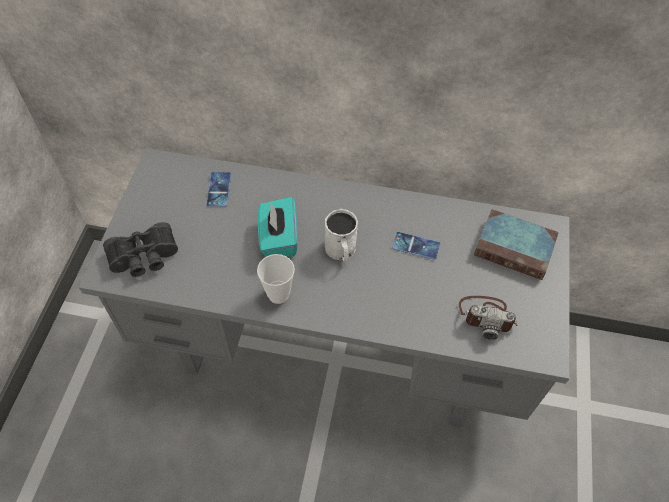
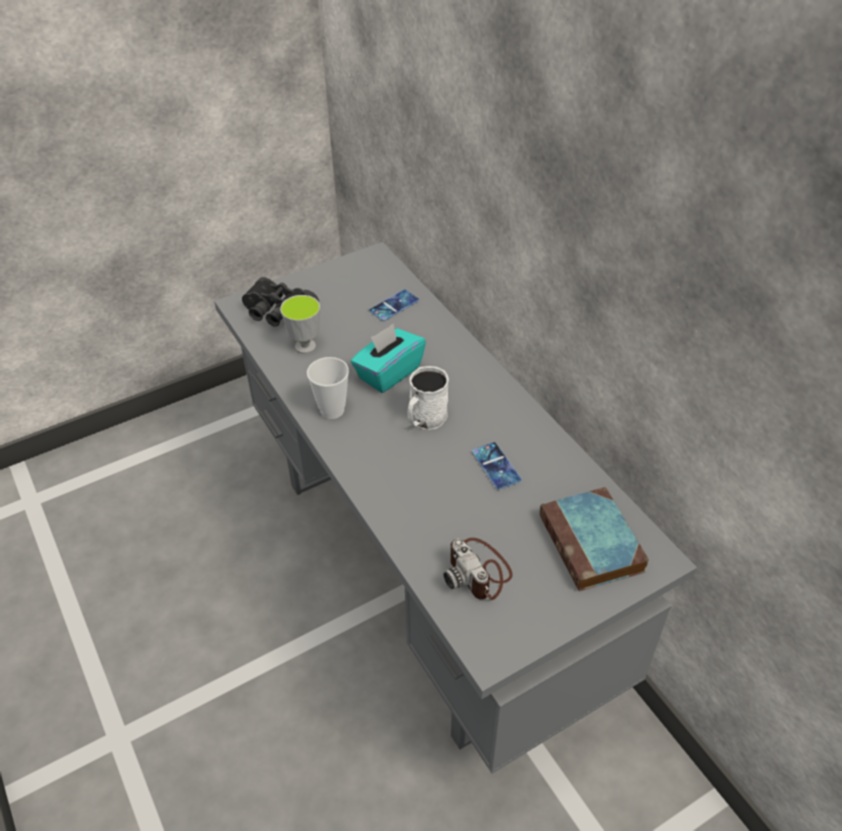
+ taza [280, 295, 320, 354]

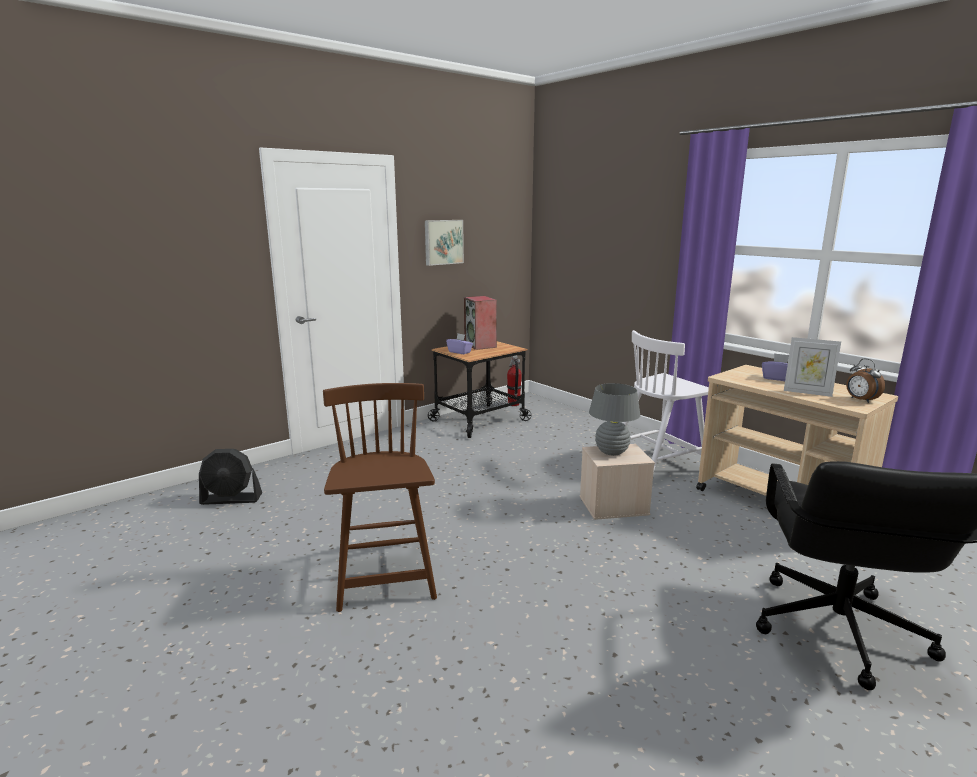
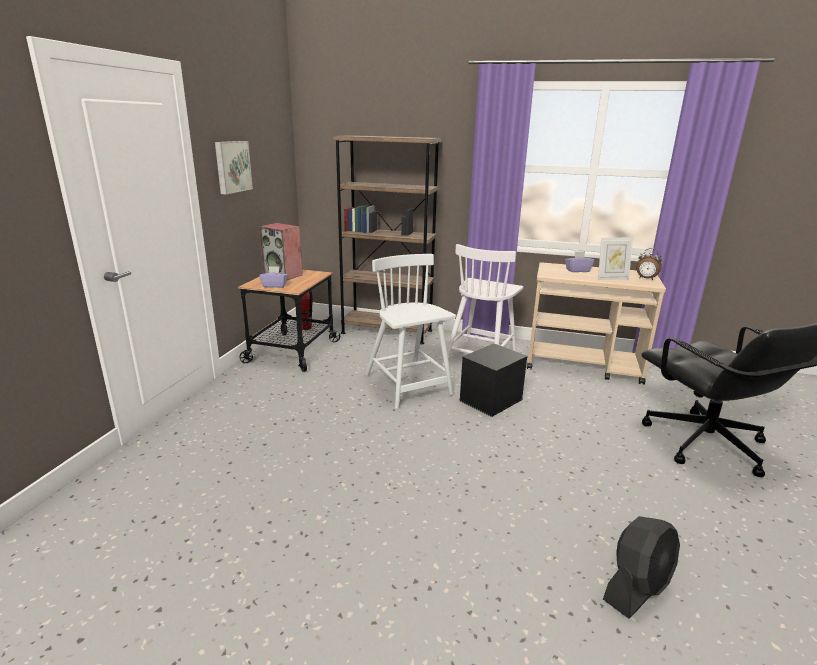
- silla (marrón) [323, 383, 437, 612]
- lámpara de mesa (gris) [589, 383, 640, 456]
~ caja de almacenaje (beis) [580, 444, 655, 520] to caja de almacenaje (negro) [459, 343, 528, 417]
~ ventilador (negro) [199, 449, 262, 505] to [603, 516, 680, 619]
+ estantería (marrón) [333, 135, 441, 344]
+ silla (blanco) [365, 254, 456, 409]

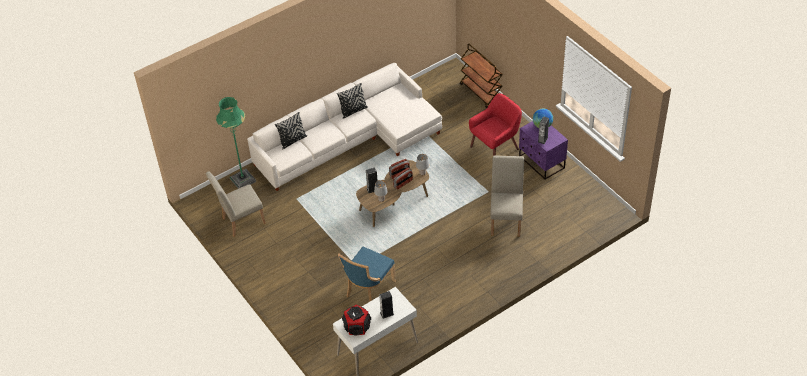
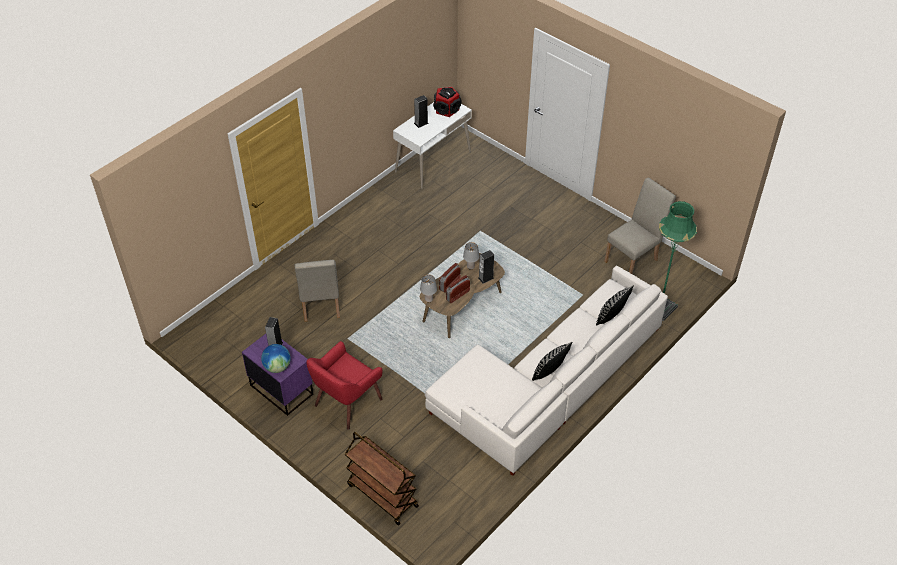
- silla (azul) [338, 247, 396, 302]

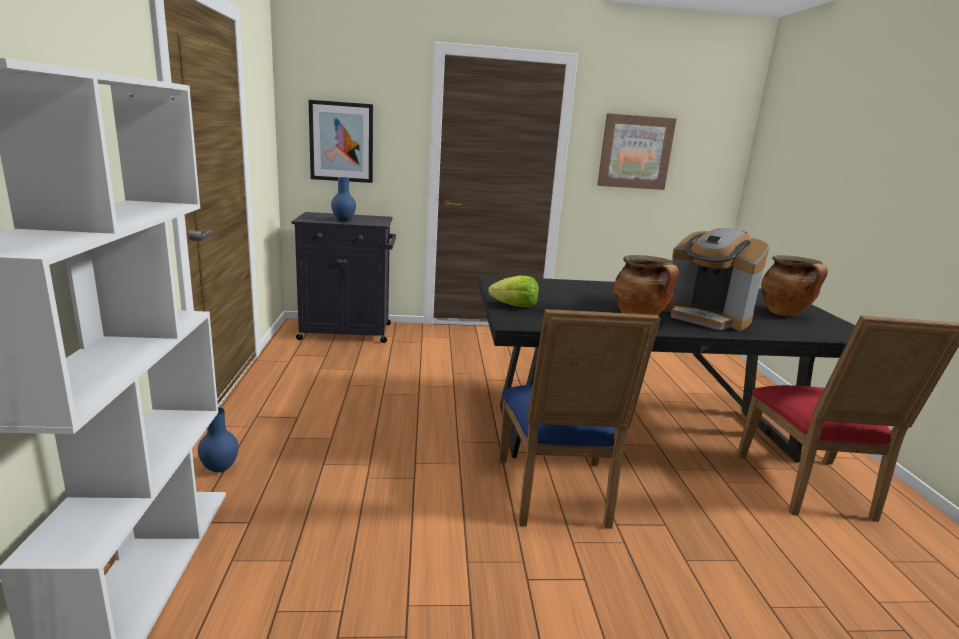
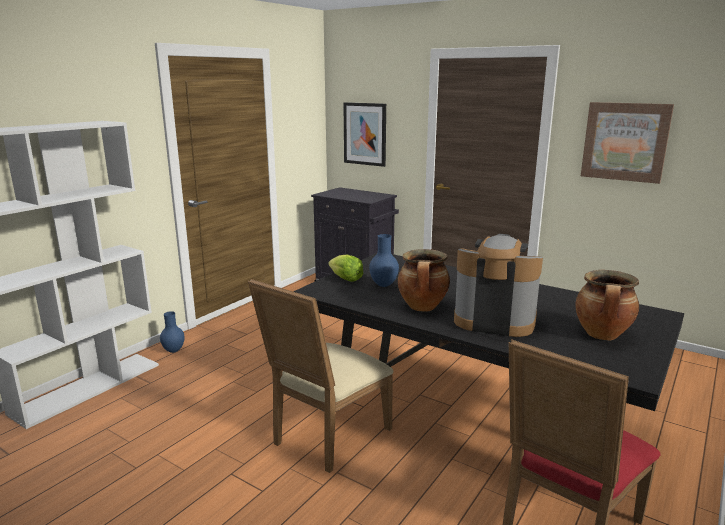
~ florero (azul) [331, 177, 356, 222] to [369, 234, 399, 287]
~ cafetera [663, 228, 769, 331] = [454, 234, 543, 337] 120 degrees clockwise
~ silla (azul) [499, 309, 660, 529] to silla (beis) [248, 279, 393, 473]

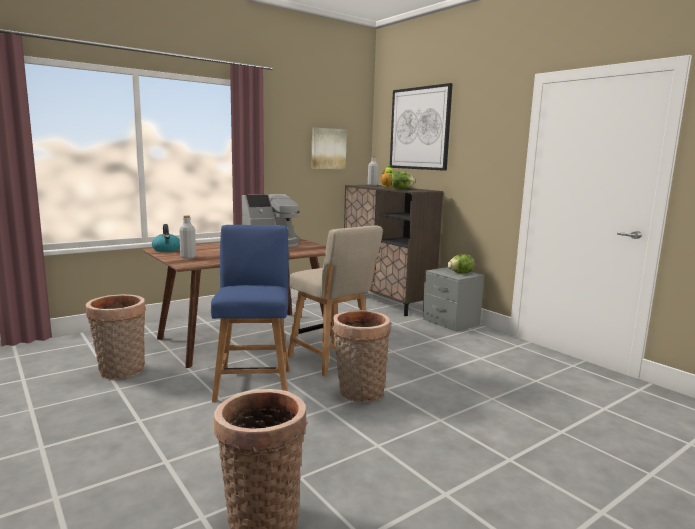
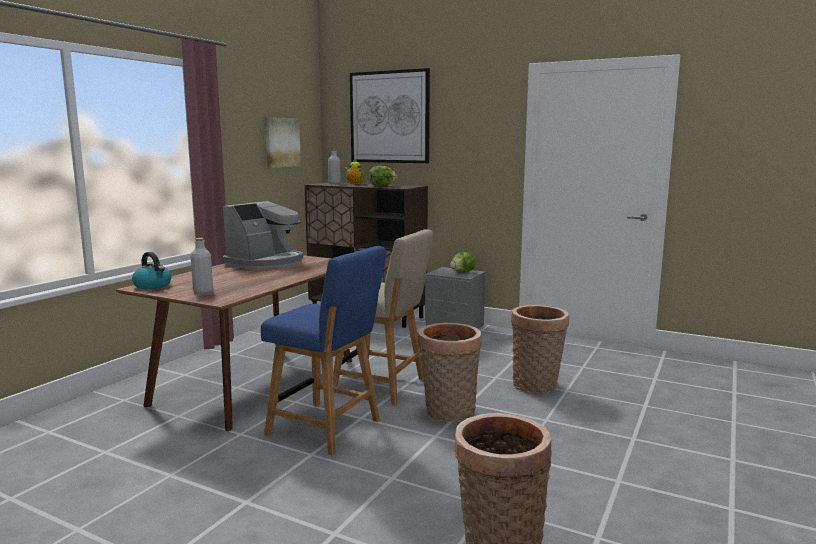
~ silla (azul) [211, 225, 289, 402] = [261, 246, 386, 455] 150 degrees clockwise
~ cesta [86, 294, 146, 379] to [511, 305, 569, 393]

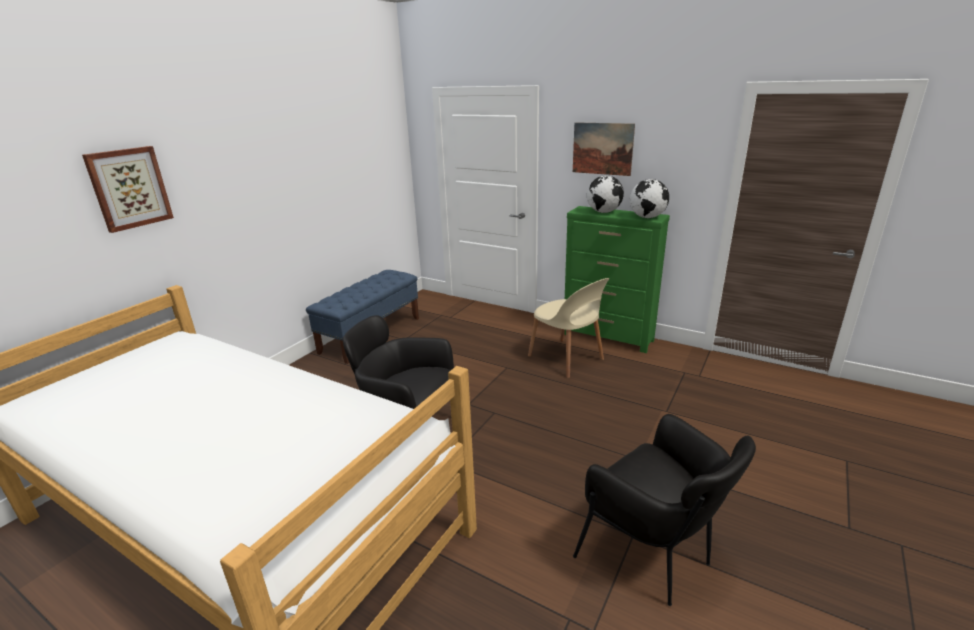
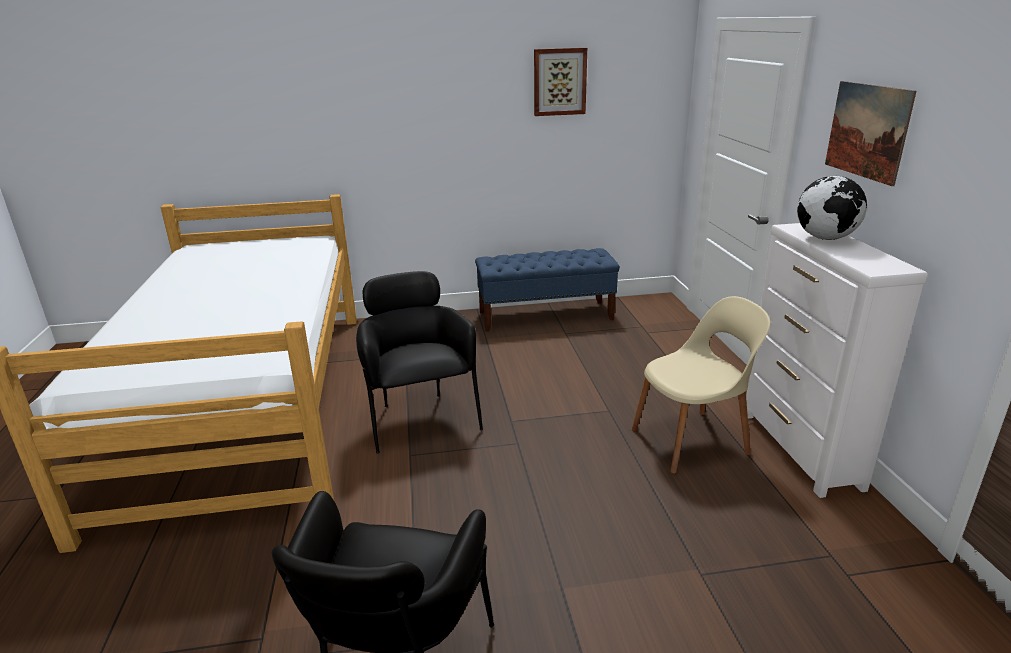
~ cuadro [82, 146, 174, 233] to [534, 48, 587, 116]
- globo terráqueo [630, 179, 669, 218]
~ cómoda (verde) [564, 206, 670, 353] to cómoda (blanco) [746, 223, 927, 498]
~ silla (beis) [528, 278, 609, 378] = [632, 296, 770, 474] 120 degrees counterclockwise

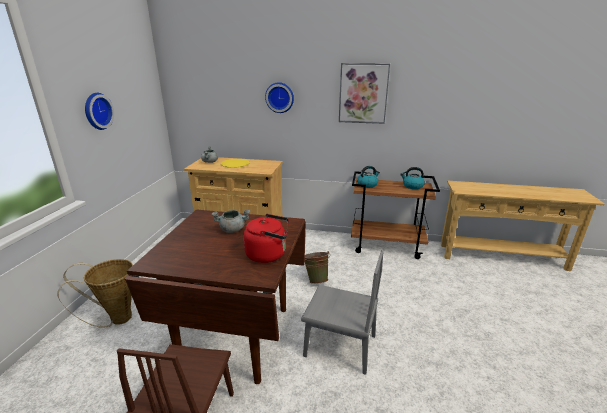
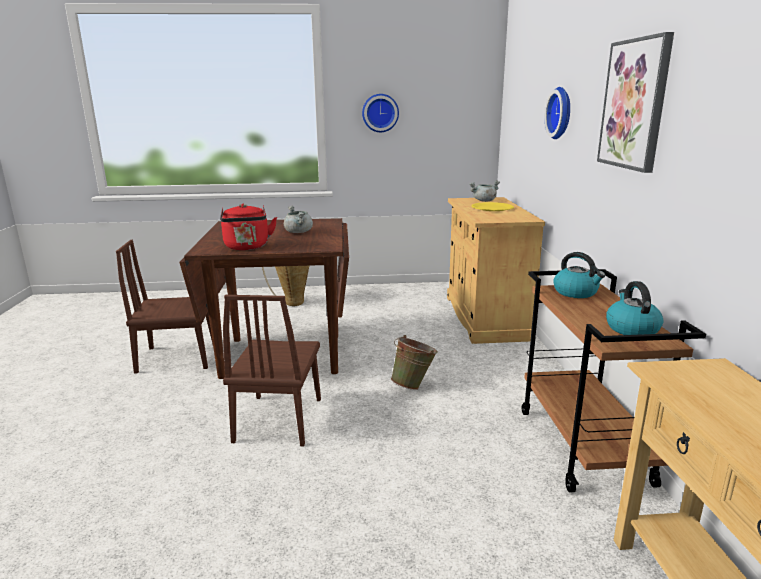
~ silla (gris) [301, 250, 384, 375] to silla (marrón) [223, 295, 321, 446]

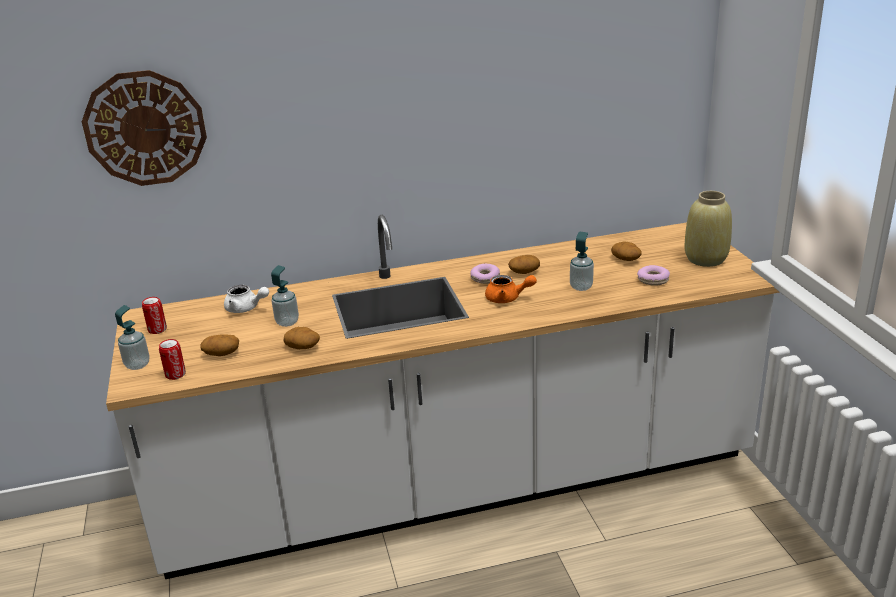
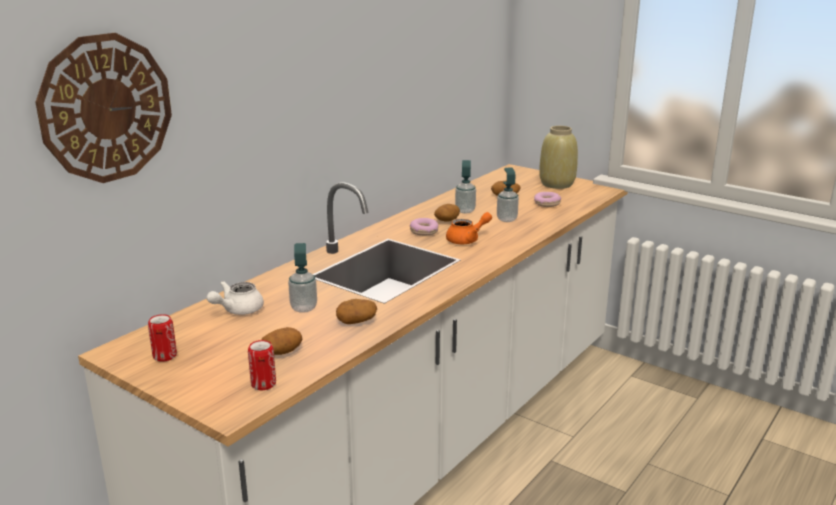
~ tetera (blanco) [224, 285, 269, 313] = [207, 281, 264, 315] 150 degrees clockwise
~ dispensador de jabón [115, 305, 149, 370] to [455, 160, 476, 213]

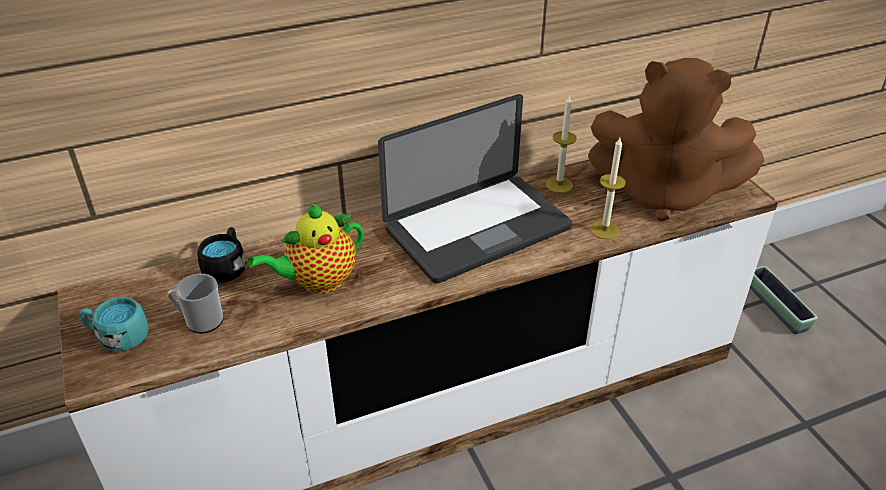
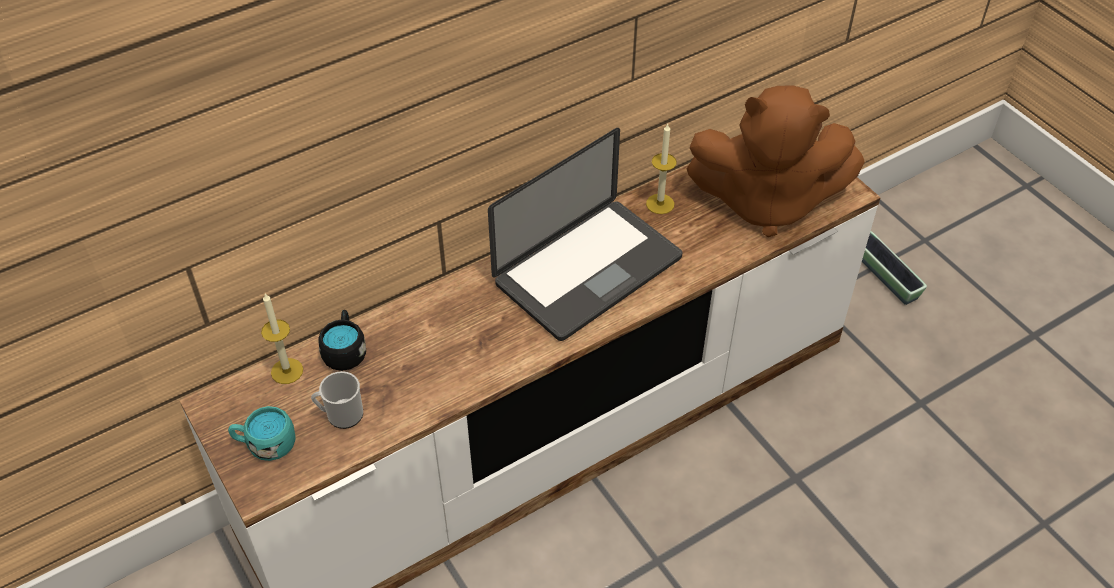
~ vela [590, 138, 626, 239] to [261, 294, 303, 384]
- tetera [248, 203, 364, 294]

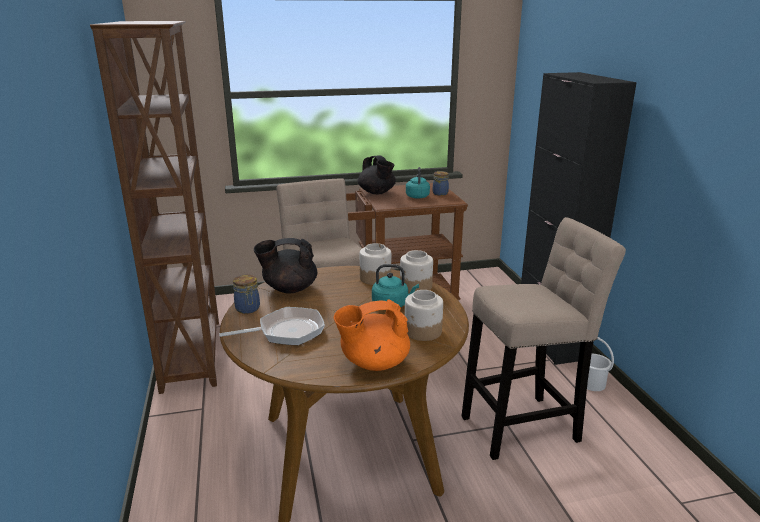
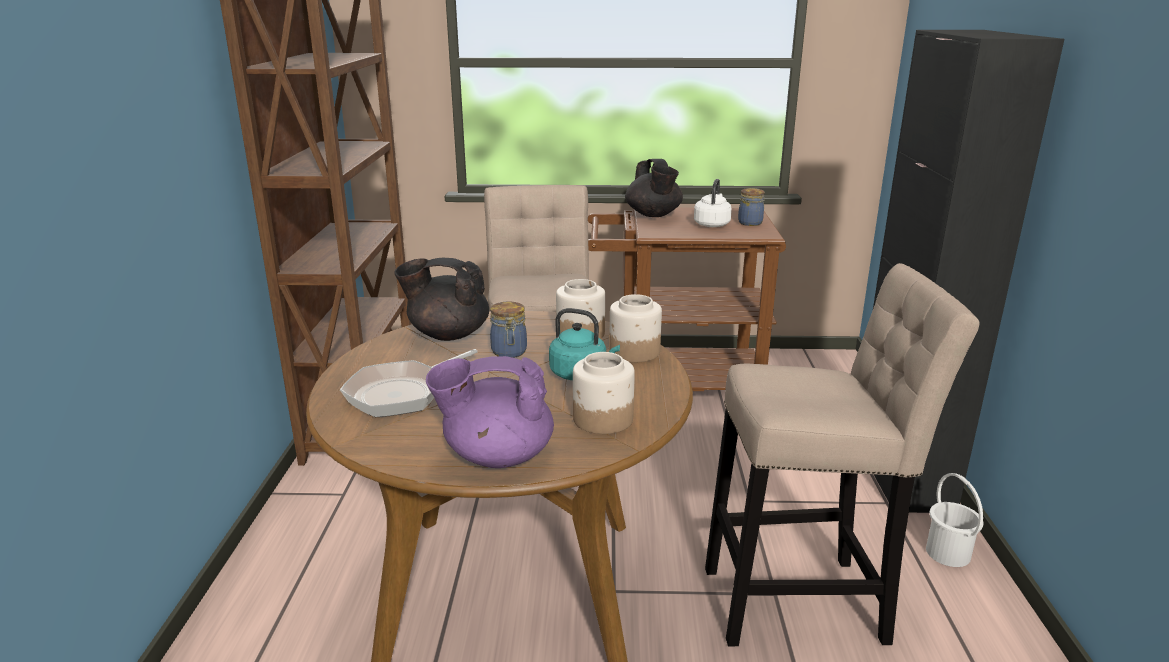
~ hervidor (turquesa) [406, 167, 430, 199] to hervidor (blanco) [694, 179, 732, 227]
~ tarro [233, 275, 260, 314] to [490, 301, 527, 358]
~ tetera (naranja) [334, 299, 410, 371] to tetera (morado) [426, 356, 554, 468]
~ sartén [219, 307, 325, 345] = [340, 349, 478, 417] 135 degrees clockwise

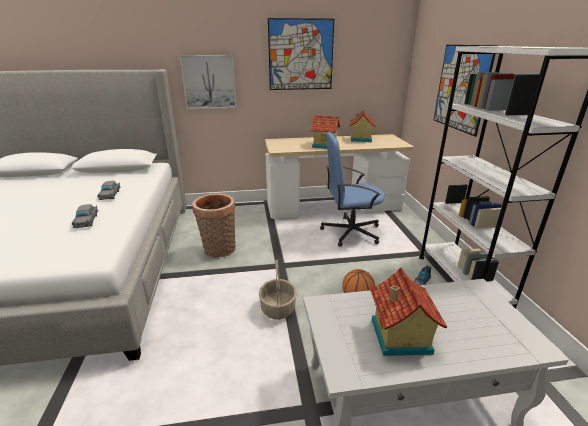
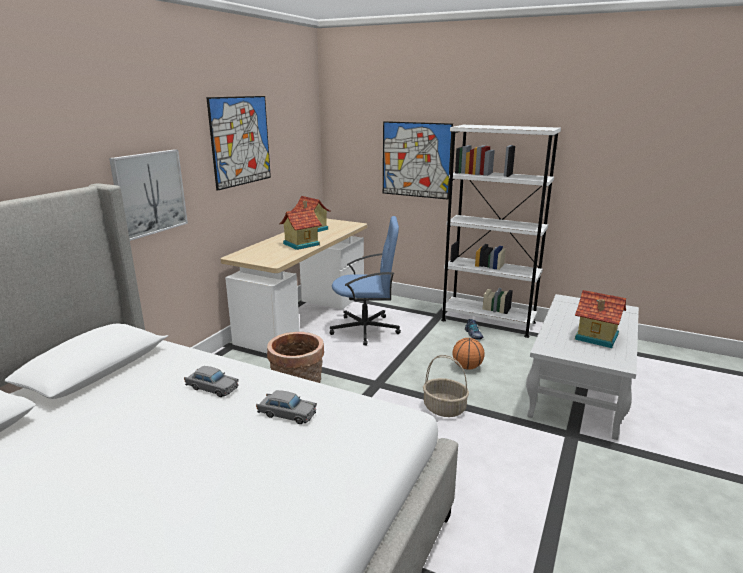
~ silla de oficina (azul) [320, 132, 385, 247] = [330, 216, 401, 346] 120 degrees counterclockwise

